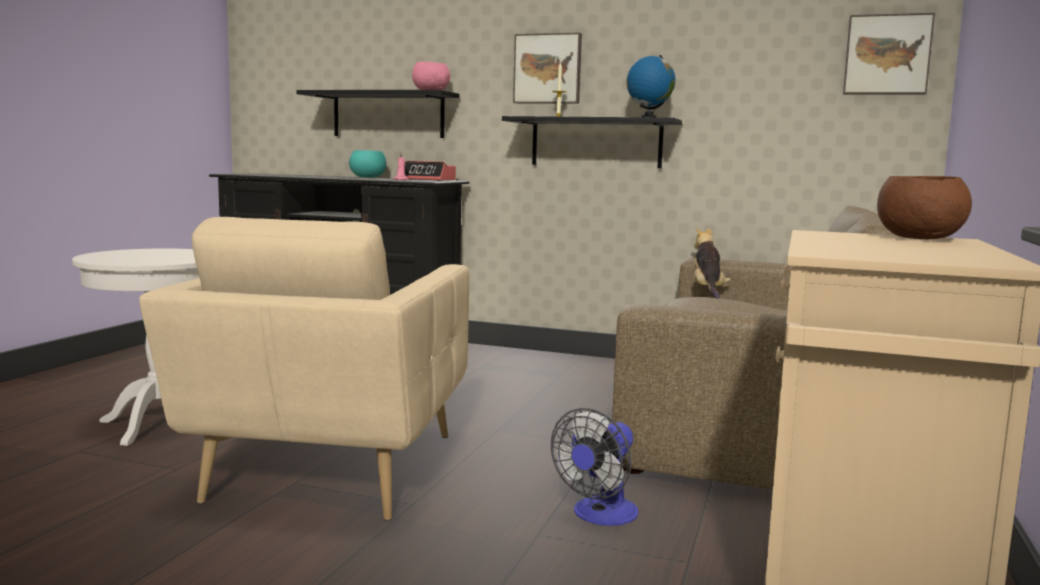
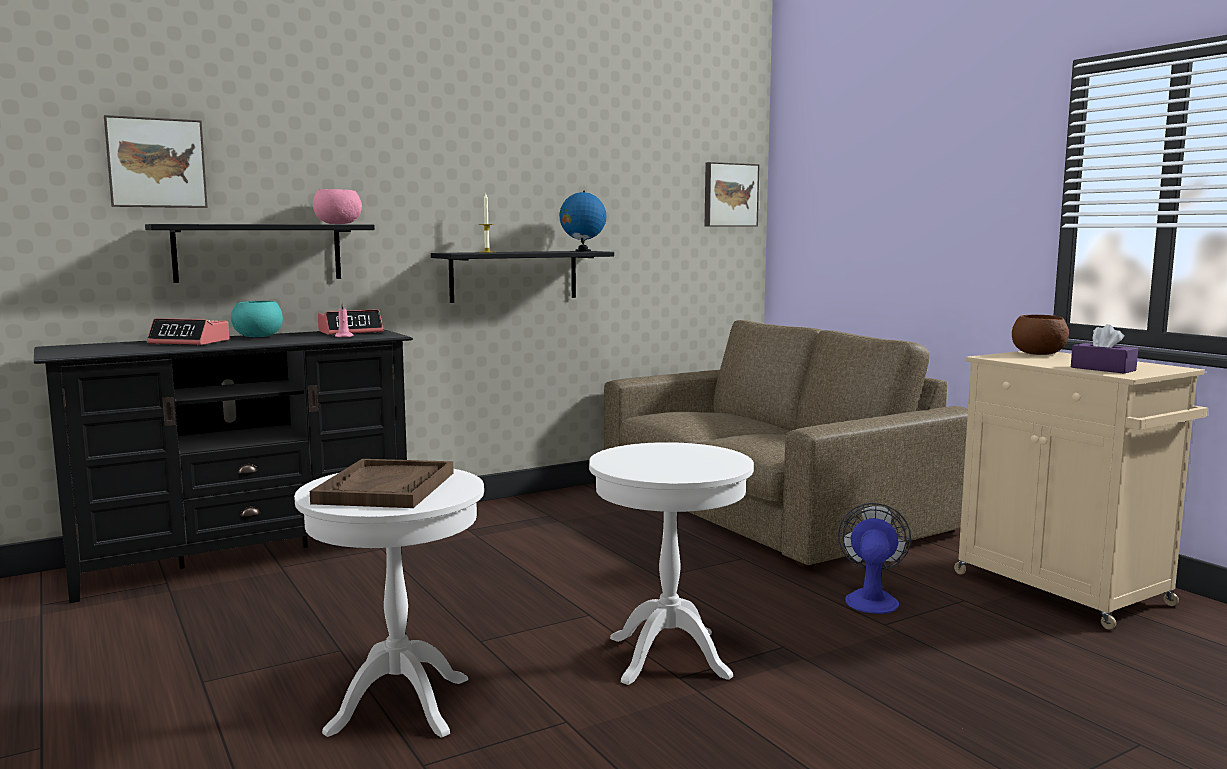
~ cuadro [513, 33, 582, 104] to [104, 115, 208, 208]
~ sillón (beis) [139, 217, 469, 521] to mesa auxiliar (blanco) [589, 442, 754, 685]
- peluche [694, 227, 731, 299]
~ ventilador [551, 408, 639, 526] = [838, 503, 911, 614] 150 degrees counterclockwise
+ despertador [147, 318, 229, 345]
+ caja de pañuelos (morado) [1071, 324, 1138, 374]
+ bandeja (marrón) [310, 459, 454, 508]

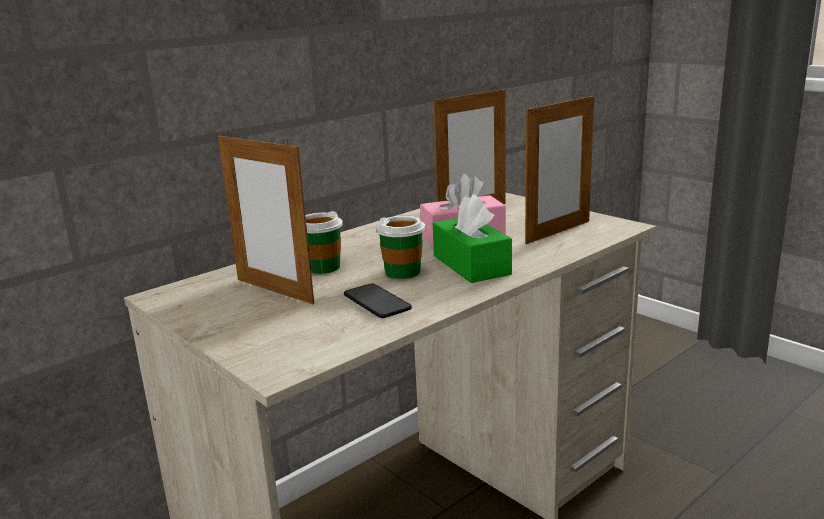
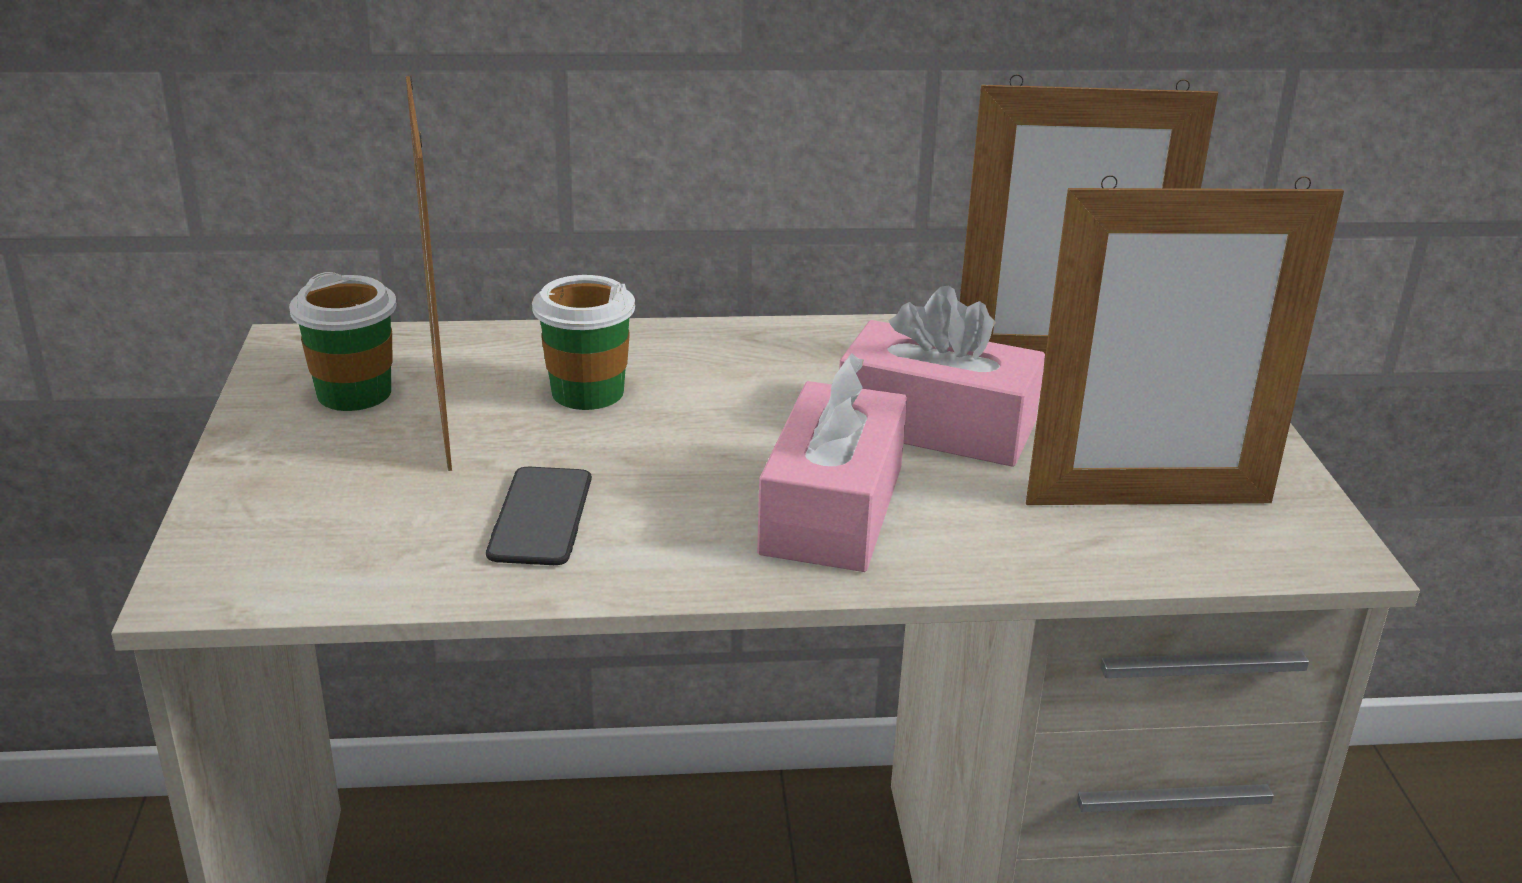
~ caja de pañuelos (verde) [433, 194, 512, 283] to caja de pañuelos (rosa) [757, 353, 907, 572]
~ taza [376, 216, 425, 279] to [289, 272, 397, 411]

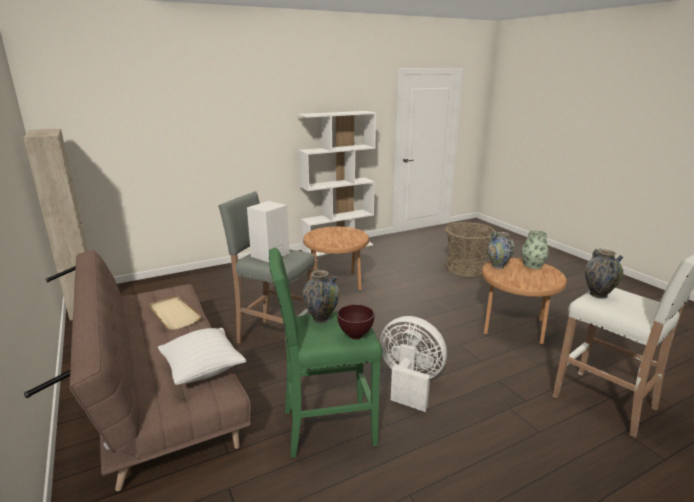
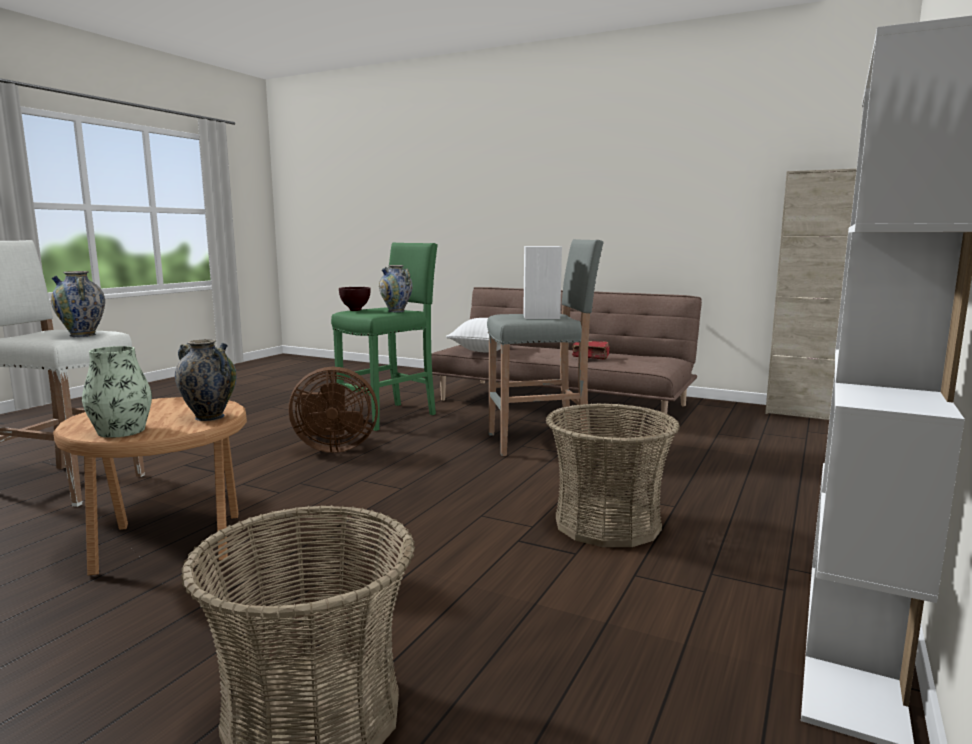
~ mesa auxiliar (marrón) [303, 226, 369, 290] to cesta [546, 403, 680, 547]
~ bandeja (beis) [149, 296, 201, 330] to libro (rojo) [572, 341, 610, 360]
~ ventilador (blanco) [380, 316, 447, 412] to ventilador (marrón) [289, 367, 378, 453]

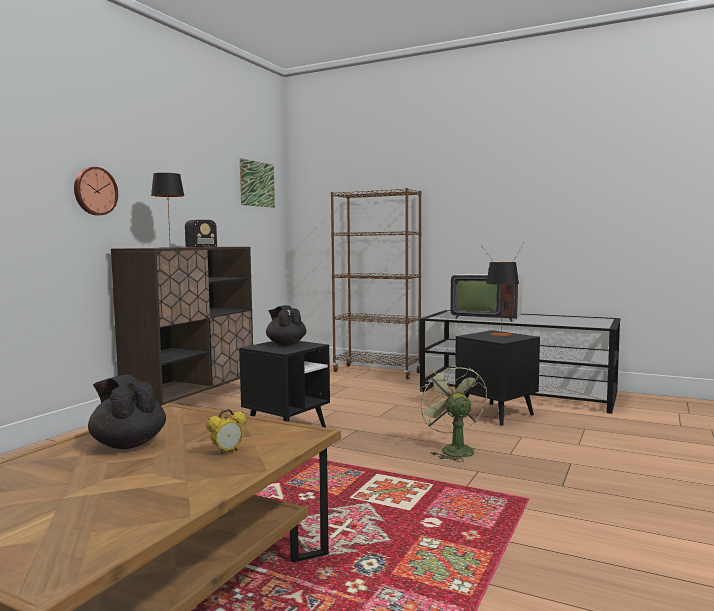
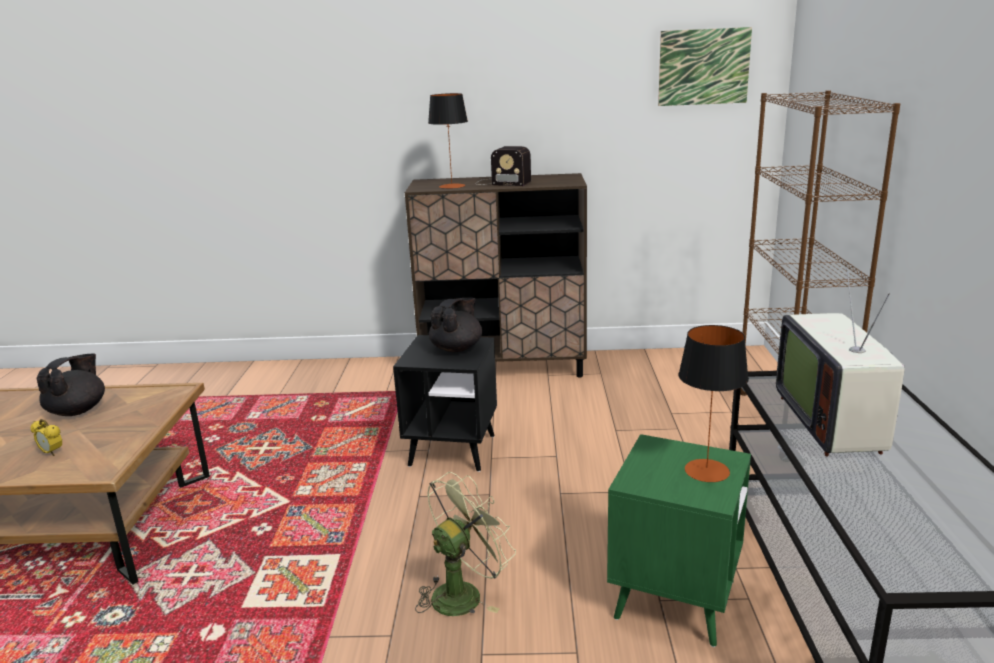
- reloj de pared [74, 167, 118, 215]
~ mesa auxiliar (negro) [455, 330, 540, 426] to mesa auxiliar (verde) [607, 434, 751, 647]

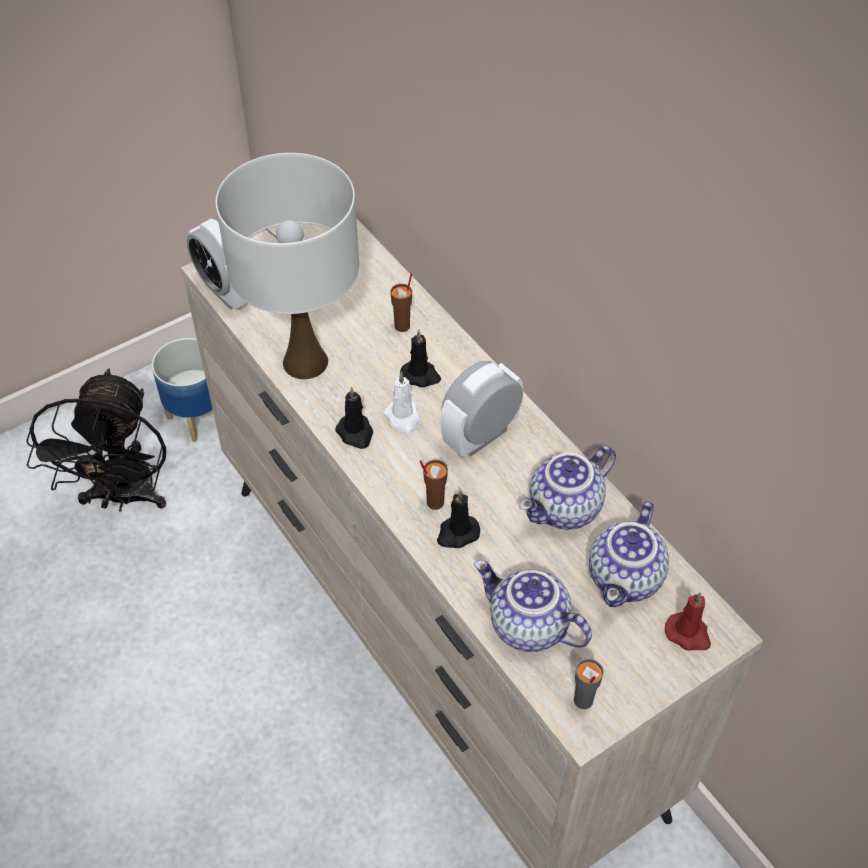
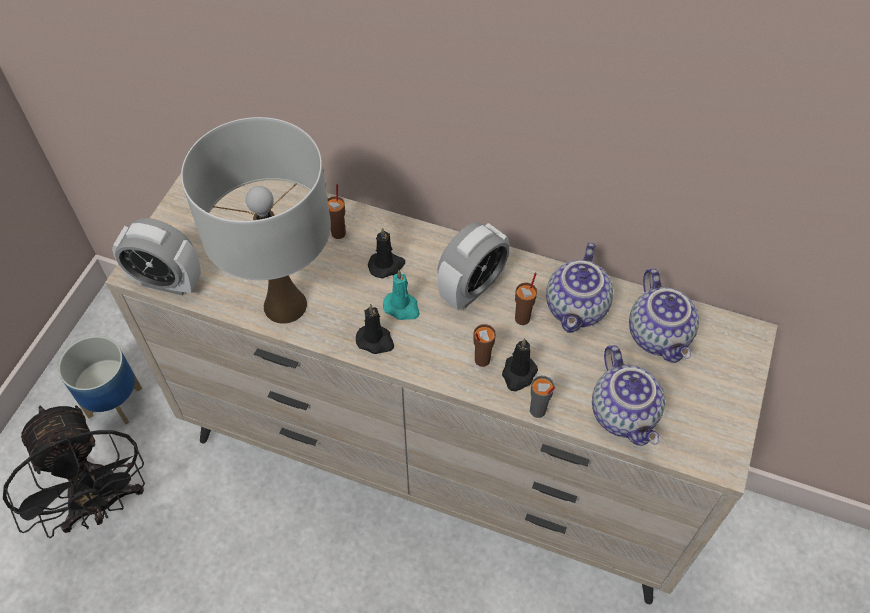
~ despertador [440, 361, 523, 457] = [437, 222, 510, 310] 150 degrees counterclockwise
~ vela (blanco) [383, 372, 420, 434] to vela (turquesa) [383, 270, 420, 320]
~ tetera [474, 560, 592, 652] = [592, 345, 665, 446] 105 degrees counterclockwise
- vela (rojo) [665, 592, 711, 651]
~ taza (gris) [574, 659, 604, 709] to [530, 376, 556, 418]
+ taza (marrón) [515, 273, 537, 325]

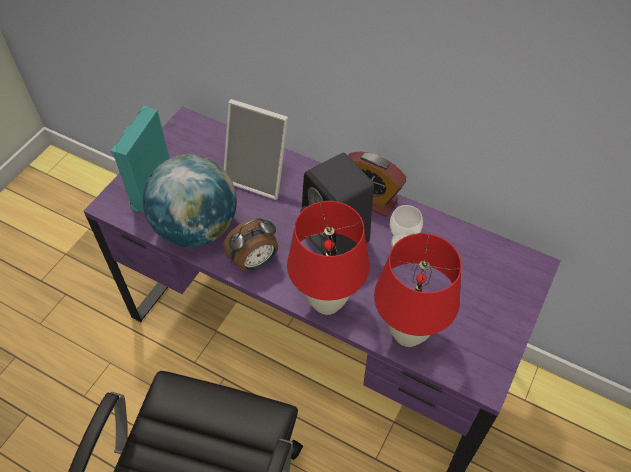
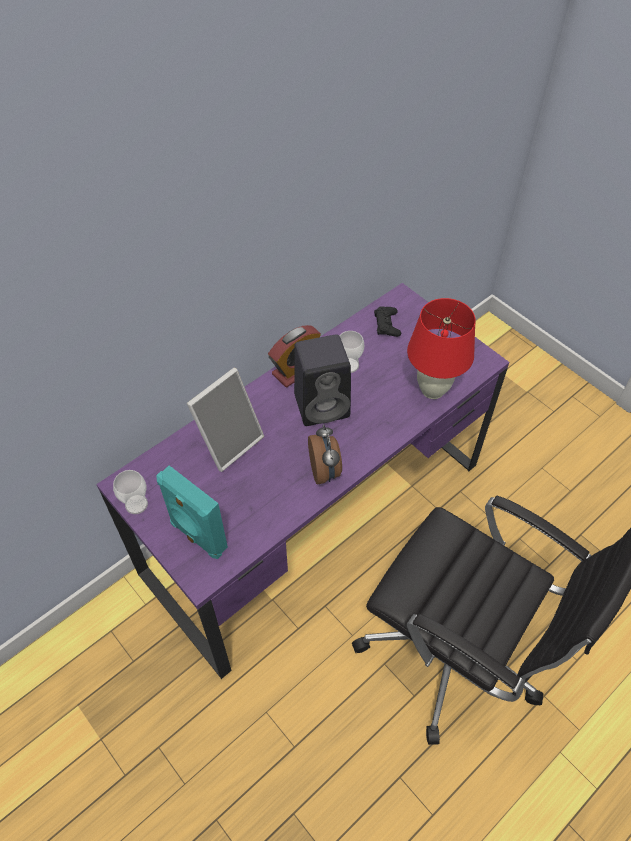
- globo terráqueo [142, 154, 237, 247]
- lámpara de mesa (rojo) [287, 201, 370, 315]
+ mando de consola (negro) [374, 306, 401, 337]
+ taza [113, 470, 148, 514]

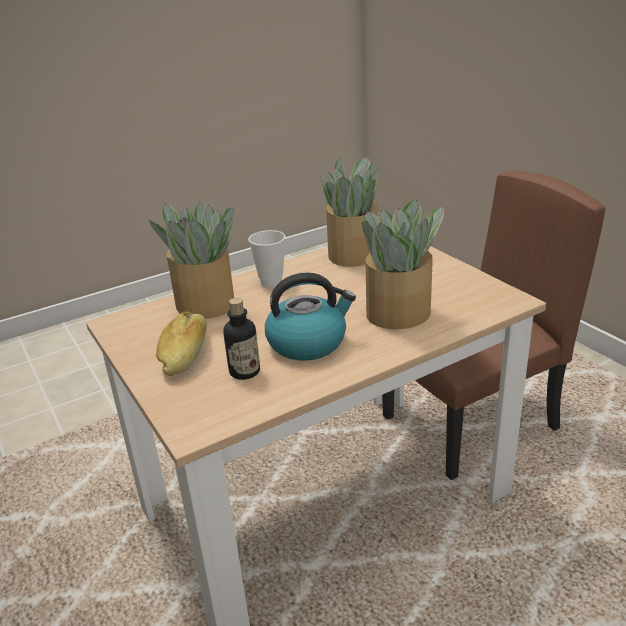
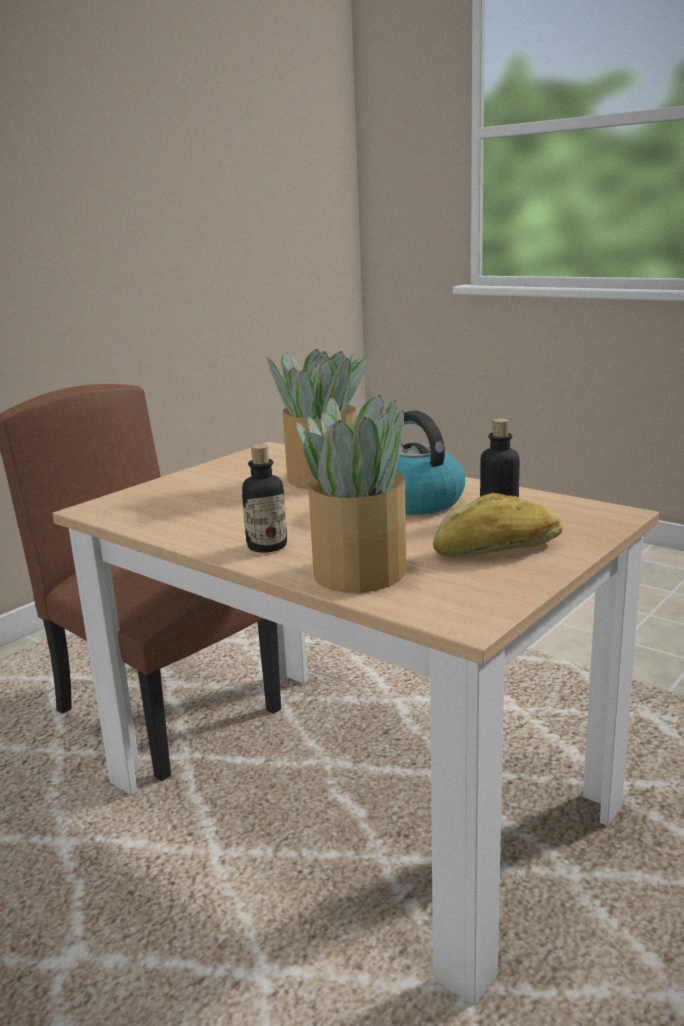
- planta en maceta [320, 157, 378, 267]
~ taza [248, 230, 286, 287] to botella [242, 444, 287, 553]

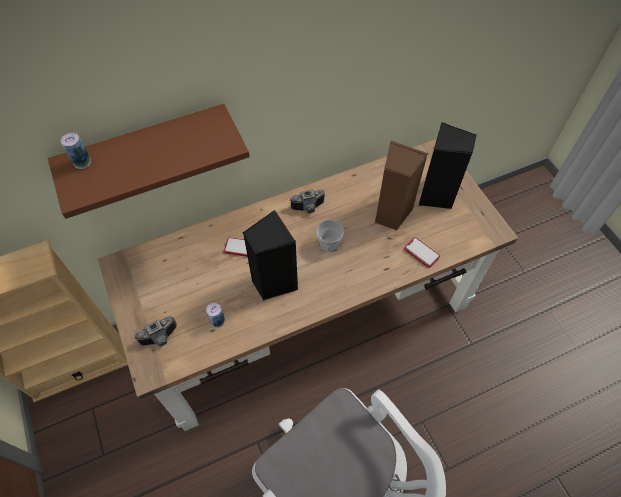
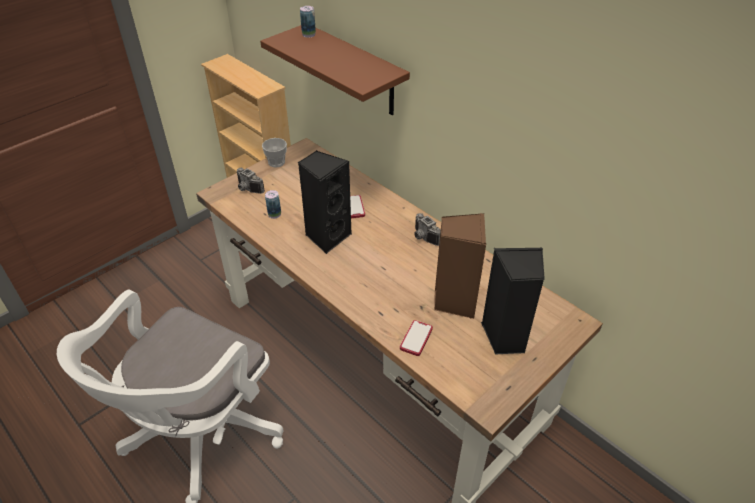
~ taza [316, 219, 344, 252] to [262, 138, 287, 168]

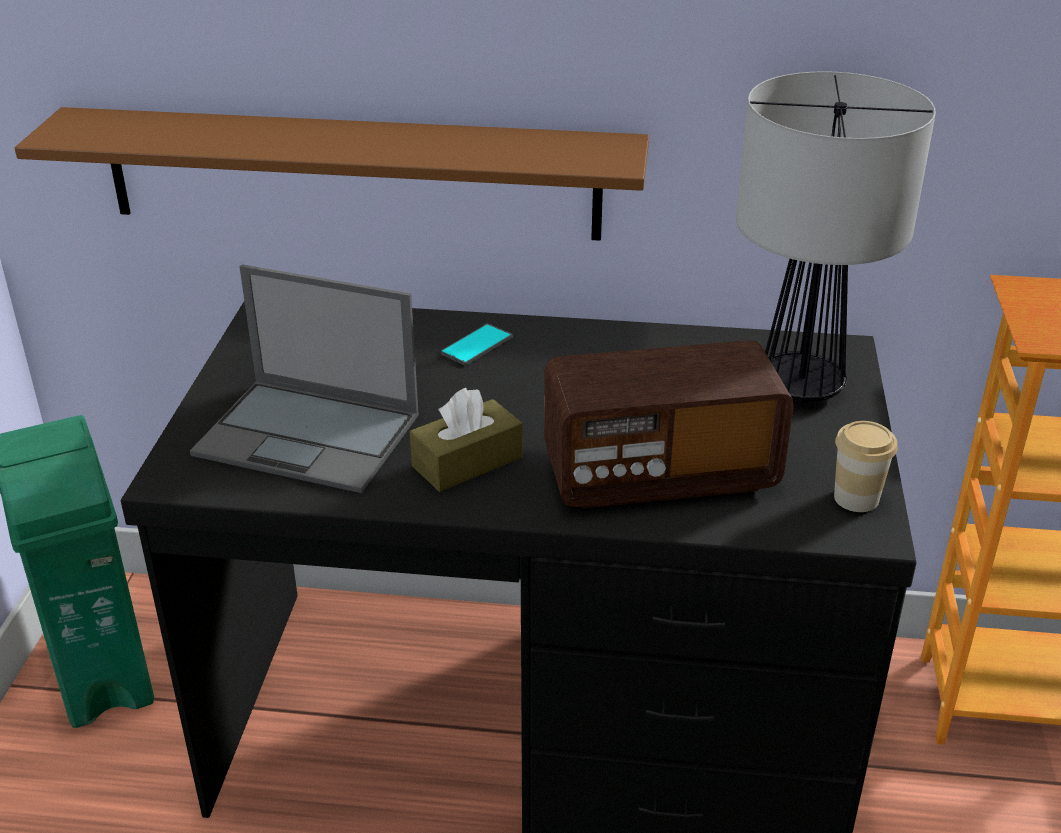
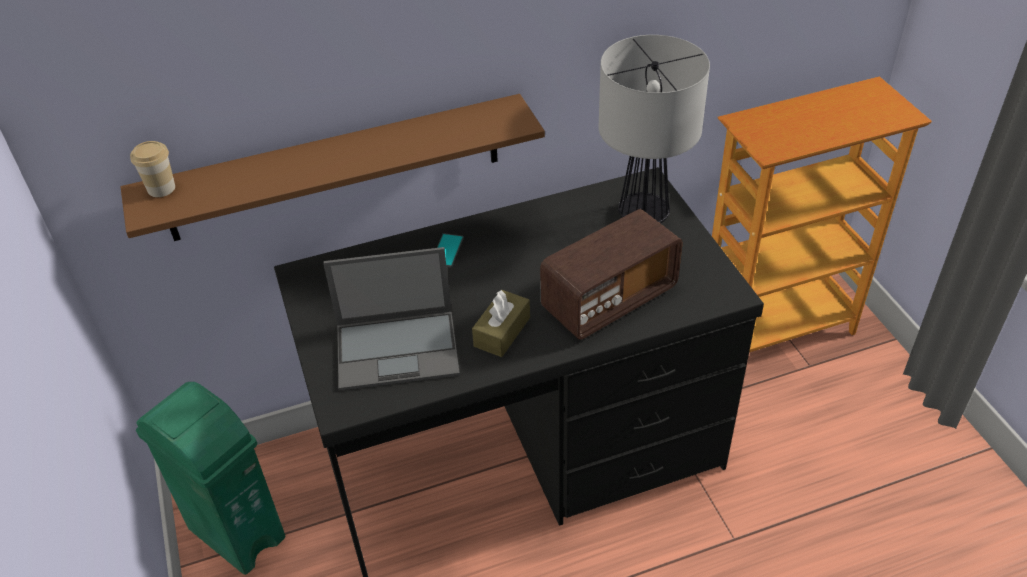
~ taza [834, 421, 897, 512] to [130, 141, 175, 197]

